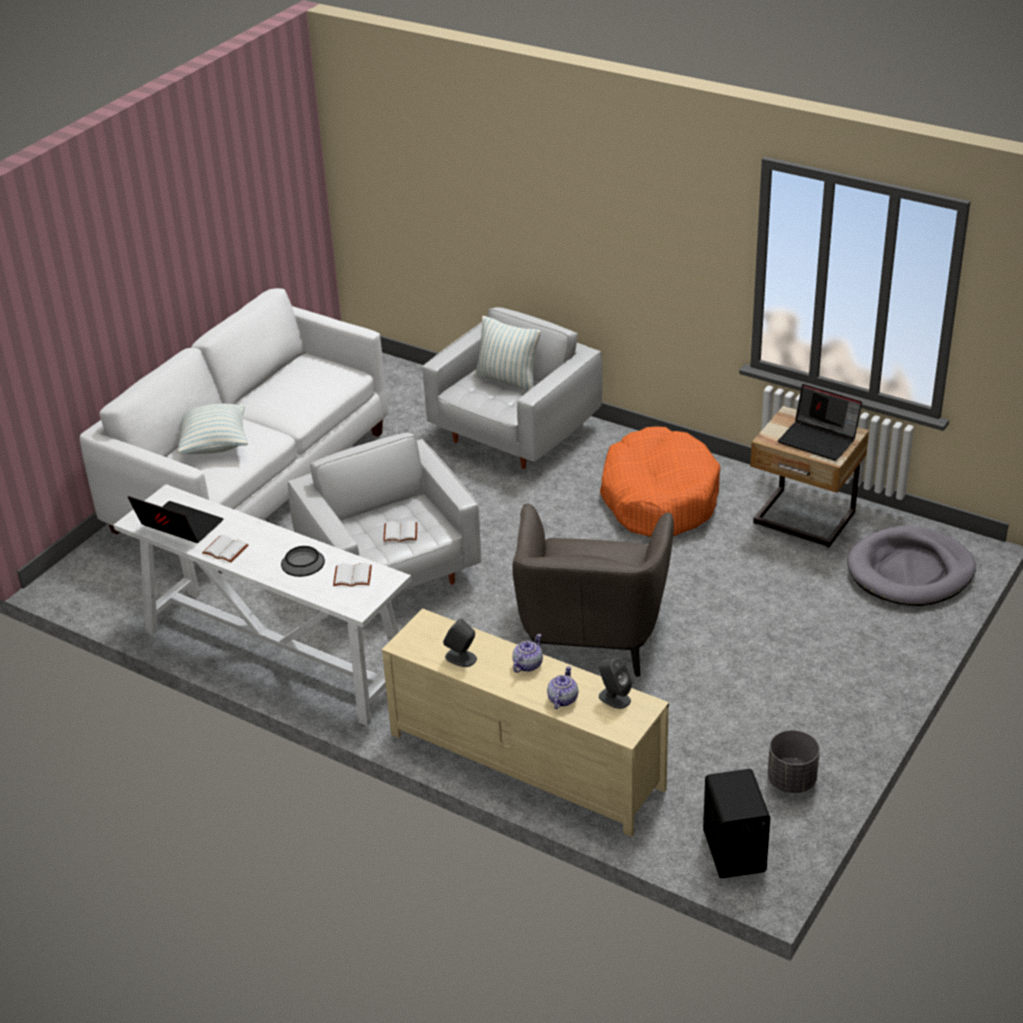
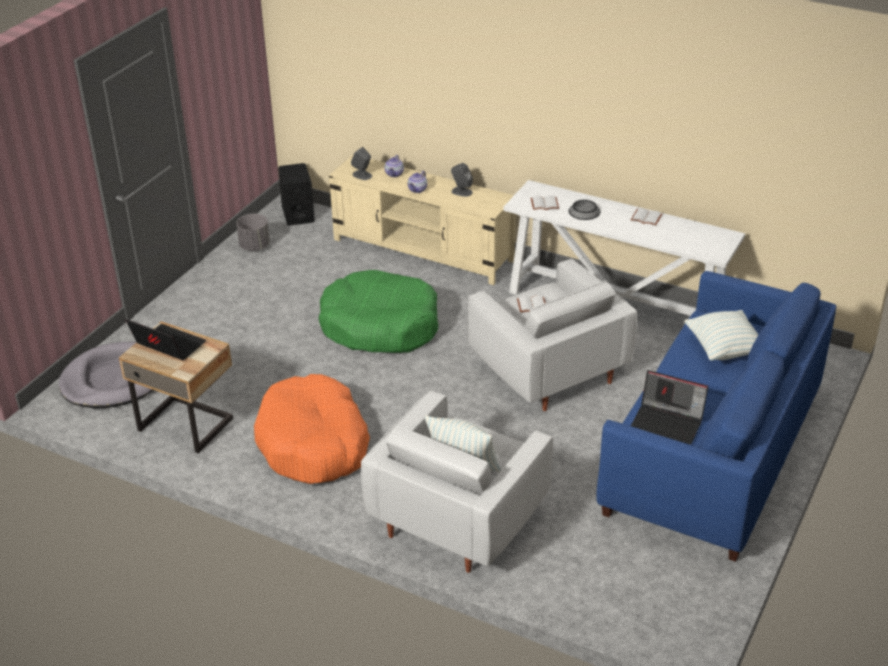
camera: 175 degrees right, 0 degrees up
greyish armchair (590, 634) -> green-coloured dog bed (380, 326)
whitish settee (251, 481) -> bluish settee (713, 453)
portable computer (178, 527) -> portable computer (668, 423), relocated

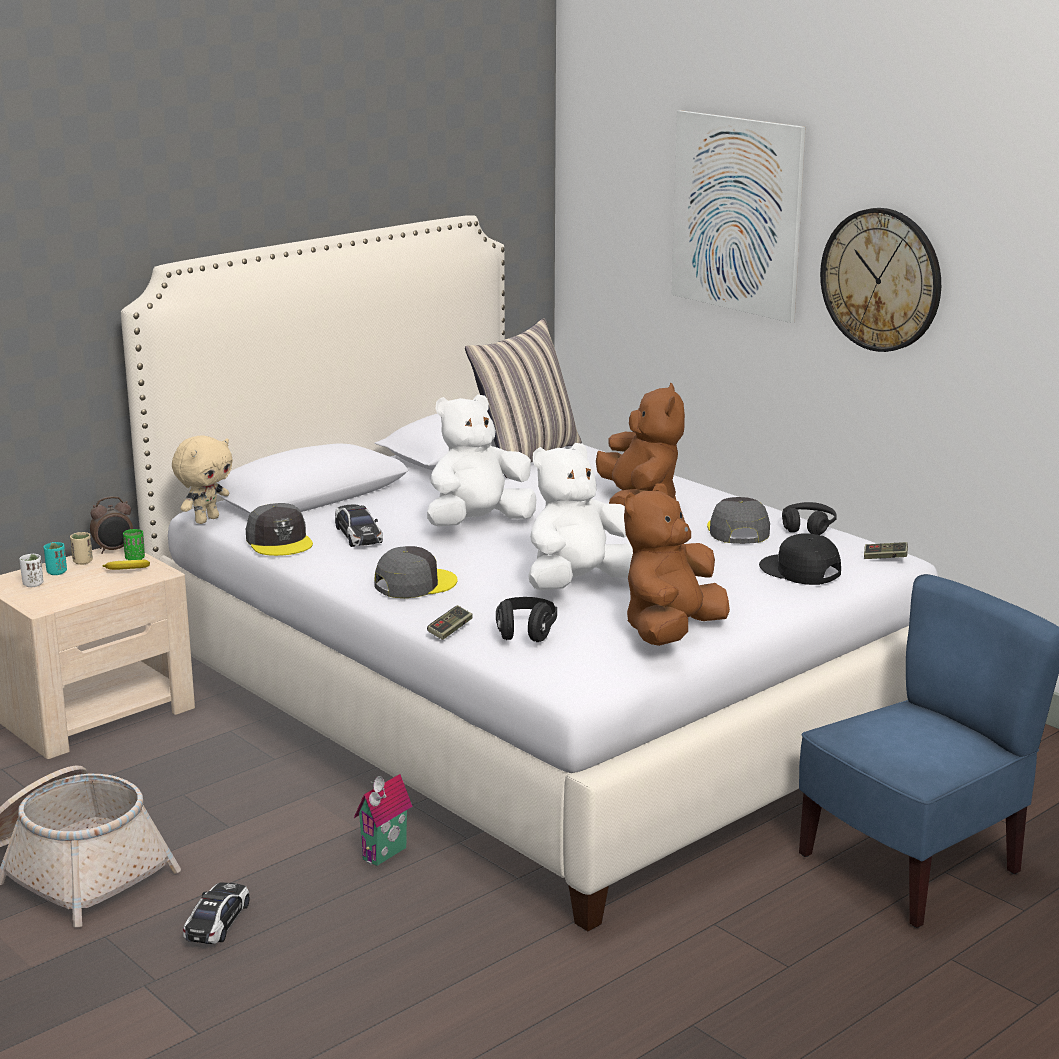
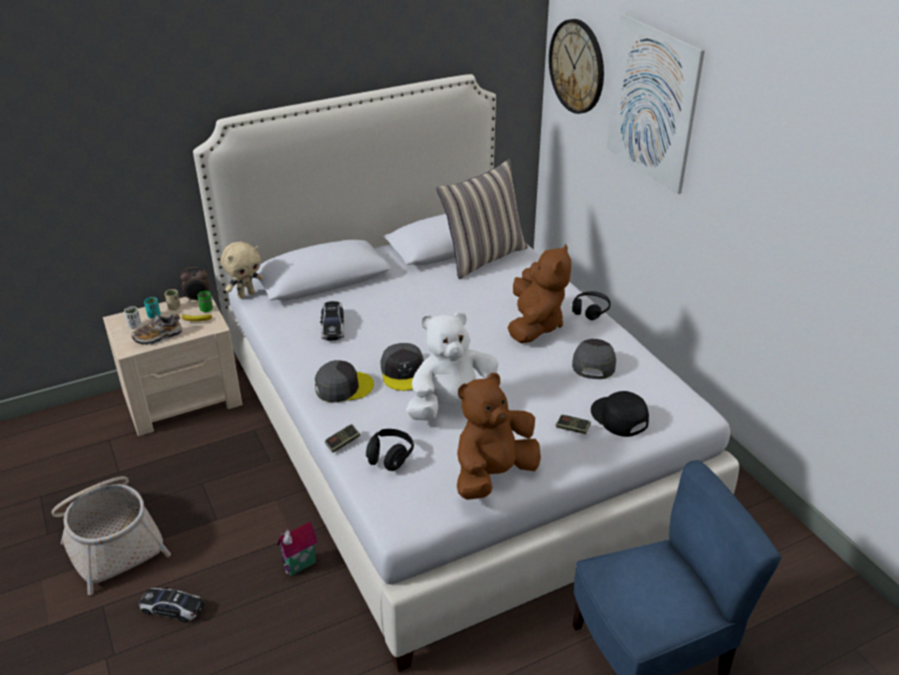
camera: 15 degrees right, 15 degrees up
none -> shoe (158, 337)
toy car (217, 923) -> toy car (172, 608), 105 degrees counterclockwise
greyish baseball cap (279, 541) -> greyish baseball cap (403, 372), relocated
wall clock (881, 279) -> wall clock (577, 66), relocated
gamepad (885, 558) -> gamepad (572, 429), relocated
blackish headset (808, 527) -> blackish headset (590, 310), relocated
whitish cuddly toy (478, 524) -> none

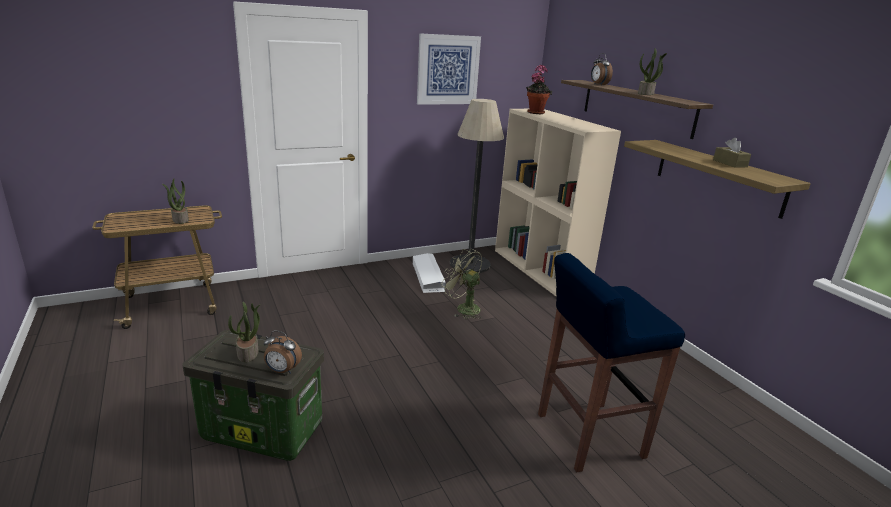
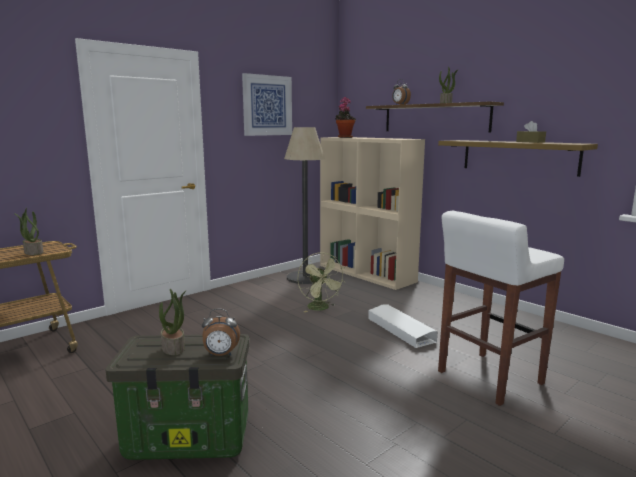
camera: 15 degrees left, 10 degrees down
green-coloured cooling fan (463, 308) -> green-coloured cooling fan (321, 308), 135 degrees counterclockwise
whitish storage box (428, 277) -> whitish storage box (400, 330), relocated
bluish stool (588, 436) -> whitish stool (488, 378)

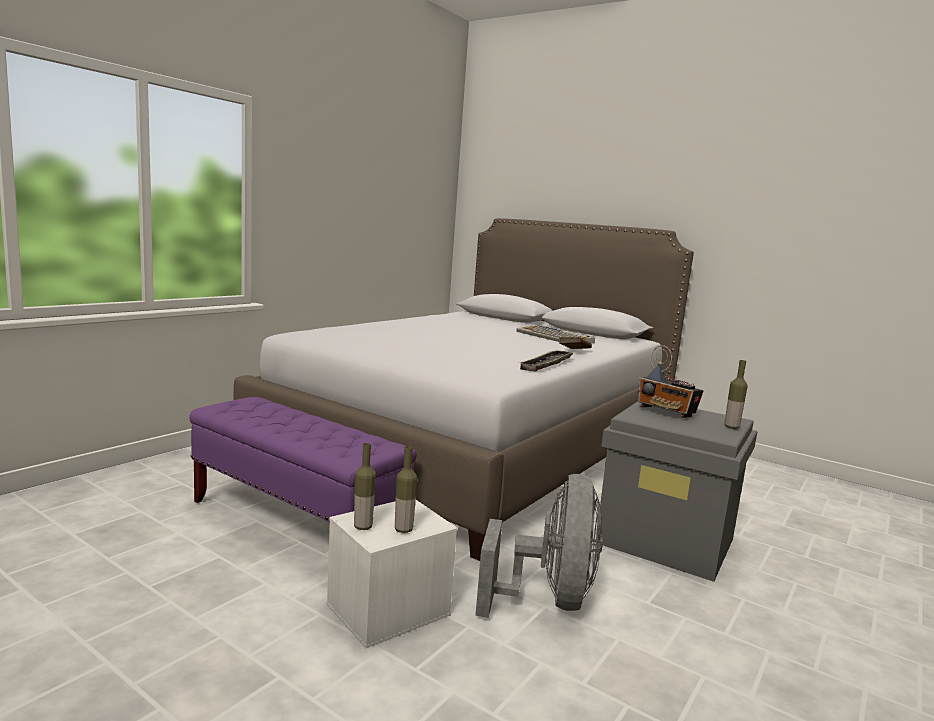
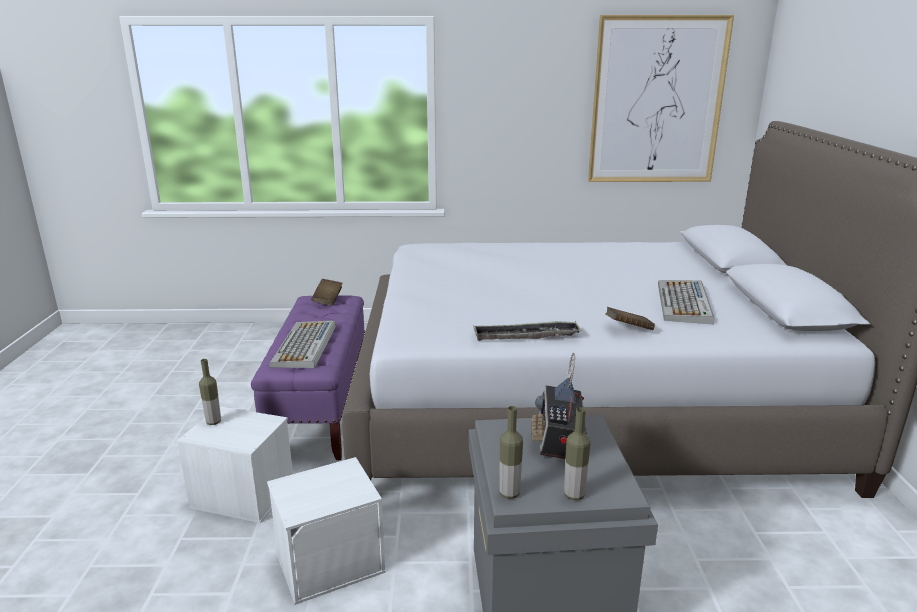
camera: 55 degrees right, 10 degrees up
greyish cooling fan (548, 599) -> whitish storage box (331, 561)
none -> computer keyboard (305, 346)
none -> brown-coloured book (328, 300)
drink bottle (403, 529) -> drink bottle (509, 493), relocated
none -> picture (657, 101)

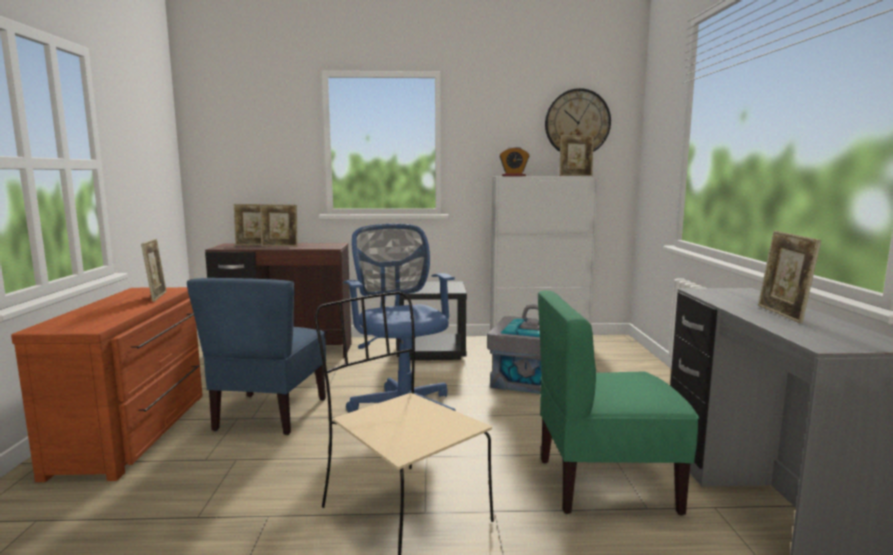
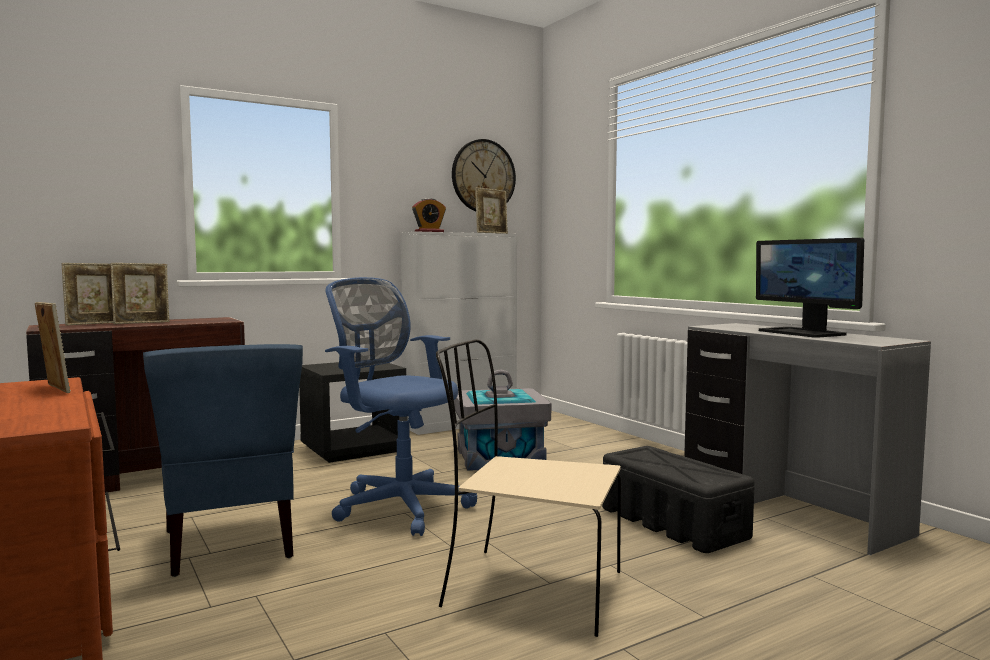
camera: 30 degrees left, 5 degrees down
green-coloured plain chair (605, 484) -> blackish storage box (672, 522)
picture frame (782, 314) -> computer display (803, 333)

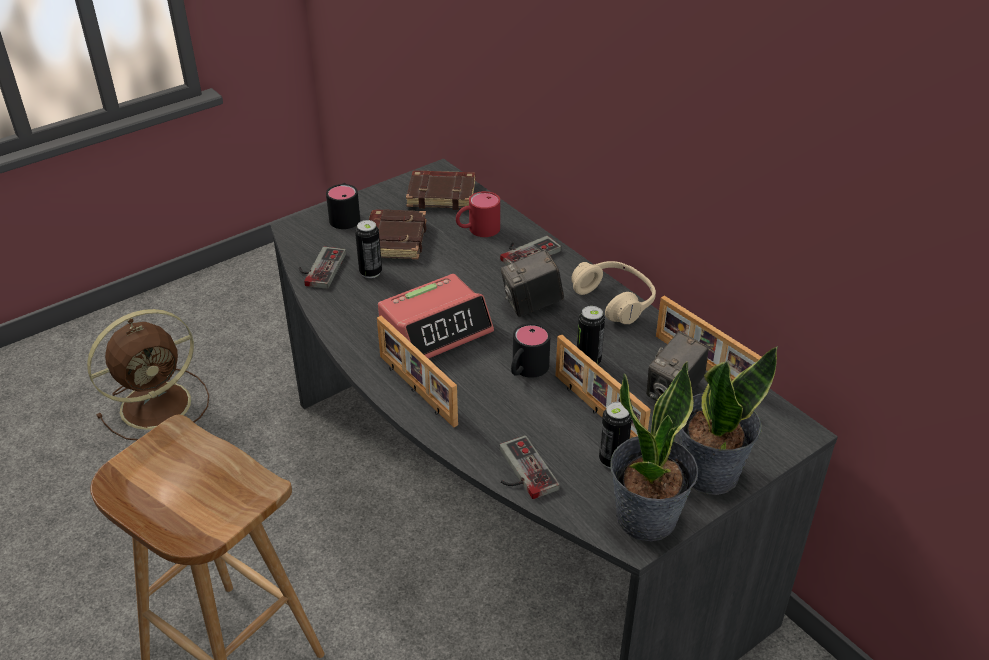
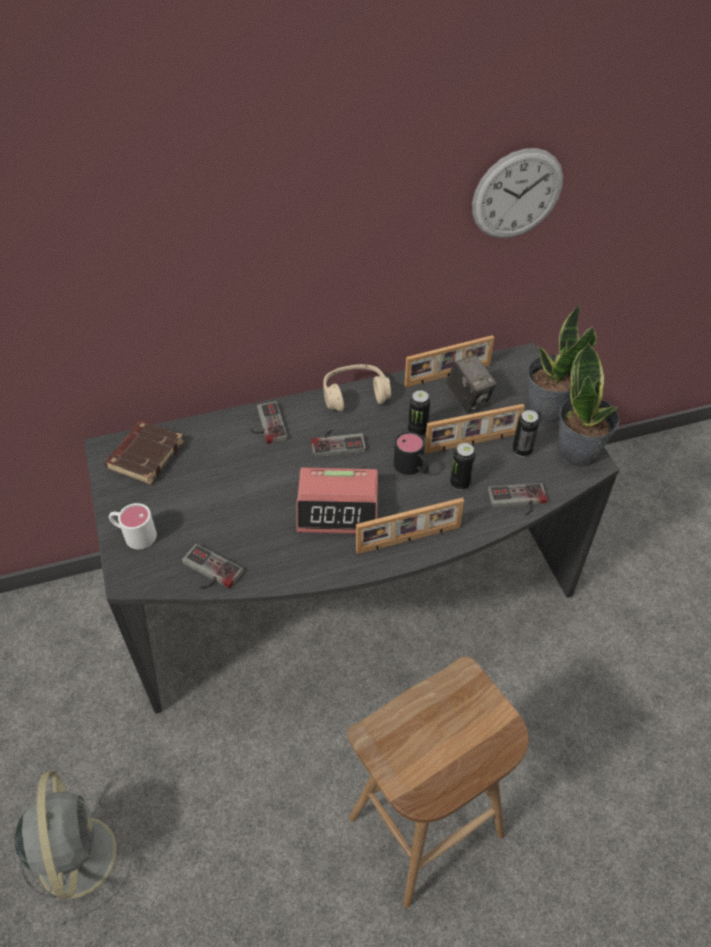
camera: 70 degrees left, 10 degrees up
brown-coloured cooling fan (159, 404) -> greyish cooling fan (77, 852)
blackish tea mug (345, 216) -> whitish tea mug (134, 534)
alarm clock (436, 329) -> alarm clock (338, 508), 105 degrees clockwise
photo camera (532, 305) -> gamepad (337, 442)
can (370, 272) -> can (460, 483), relocated
none -> wall clock (517, 194)
brown-coloured book (393, 239) -> none
reddish tea mug (477, 230) -> none

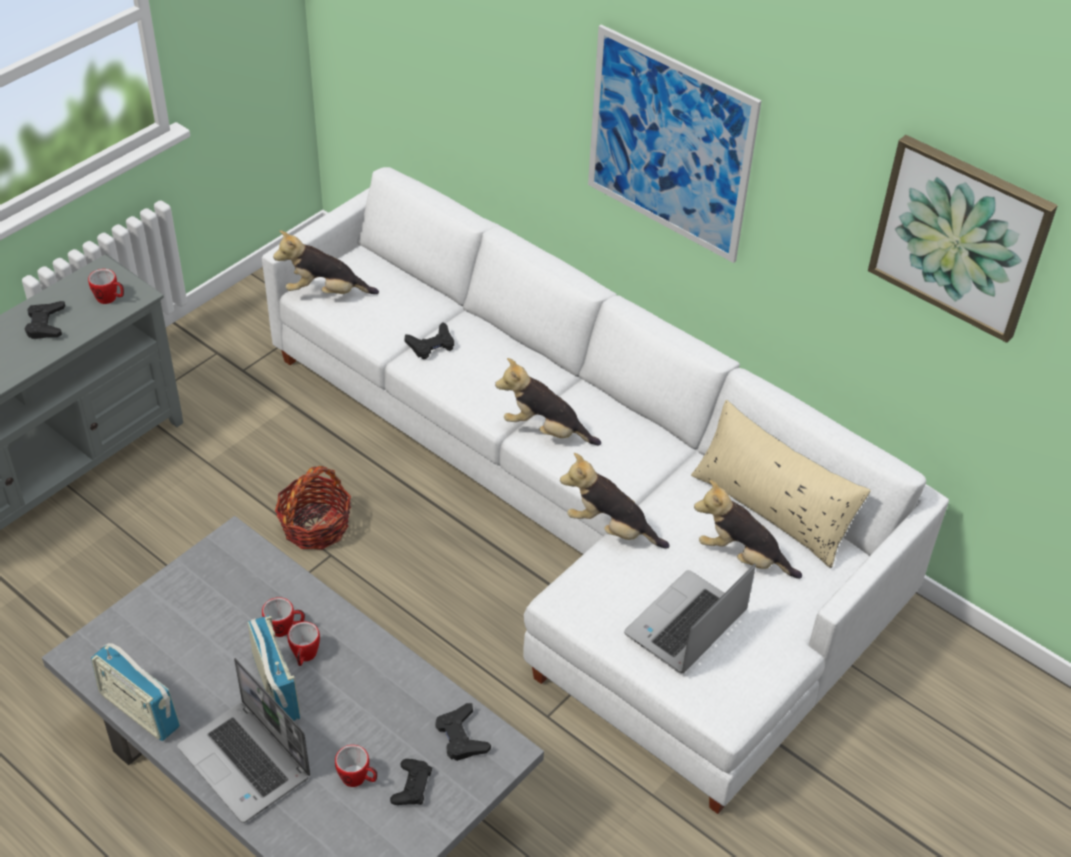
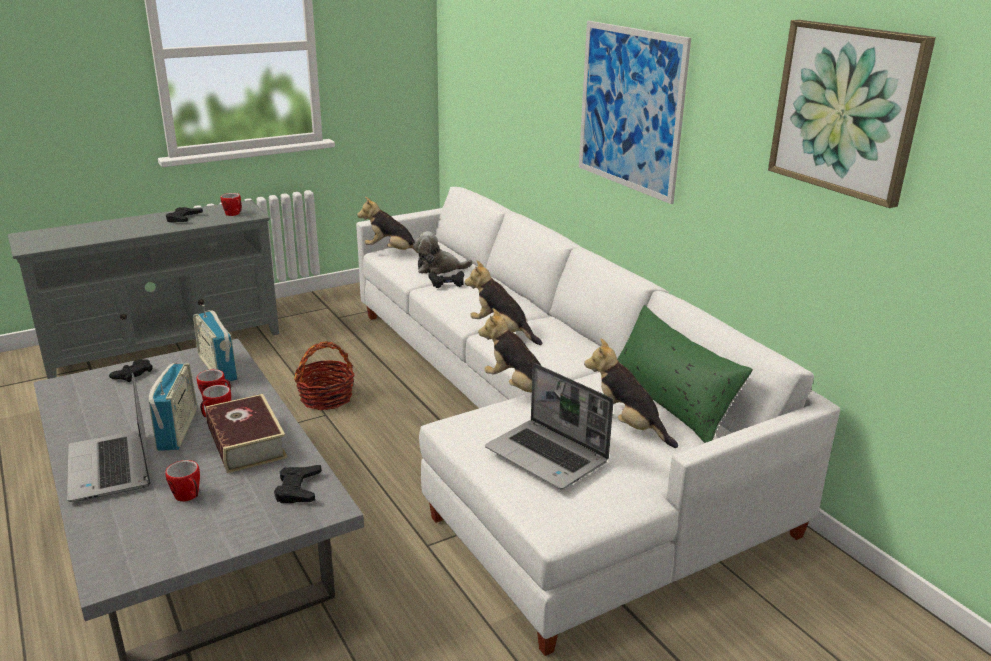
camera: 20 degrees right, 20 degrees down
blackish gamepad (411, 786) -> blackish gamepad (132, 374), relocated
radio receiver (139, 710) -> radio receiver (218, 368), relocated
none -> book (246, 443)
none -> cuddly toy (439, 268)
portable computer (686, 625) -> portable computer (548, 456), 105 degrees counterclockwise
beige pillow (772, 508) -> green-coloured pillow (670, 402)

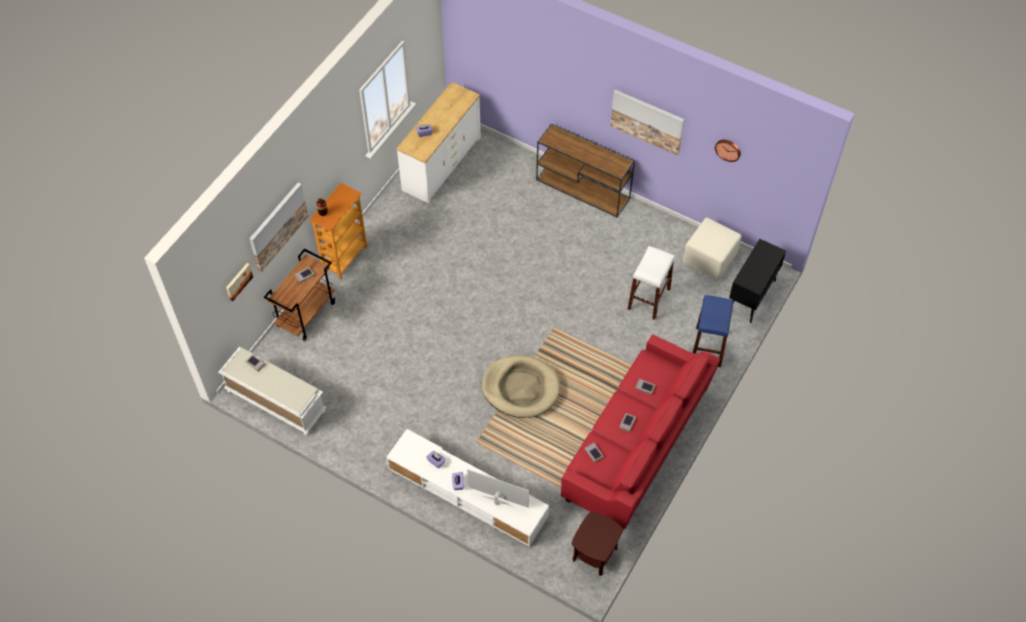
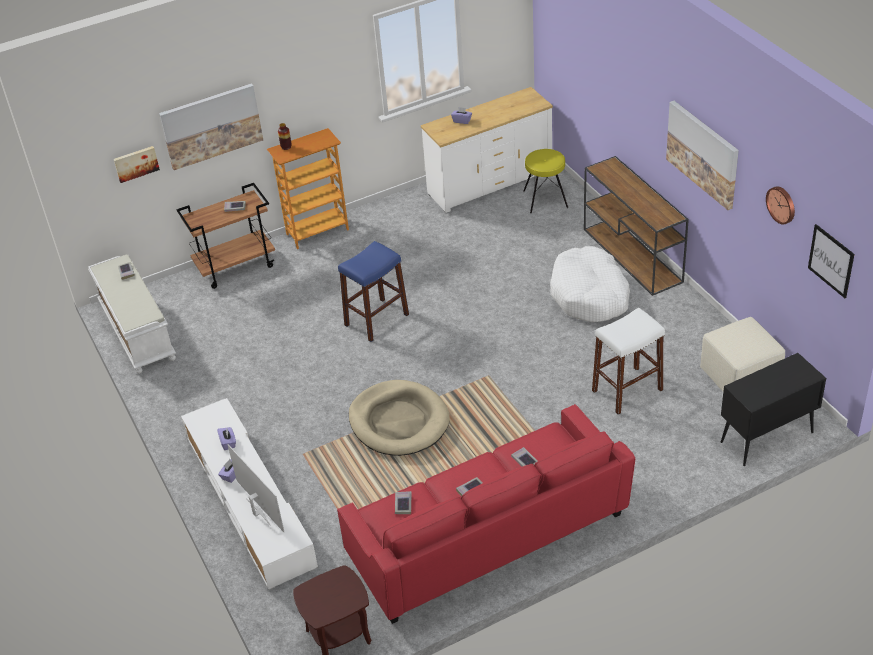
camera: 35 degrees right, 15 degrees down
bluish stool (708, 346) -> bluish stool (377, 320), relocated
none -> yellow-coloured stool (545, 199)
none -> whitish dog bed (590, 295)
none -> picture (831, 260)

